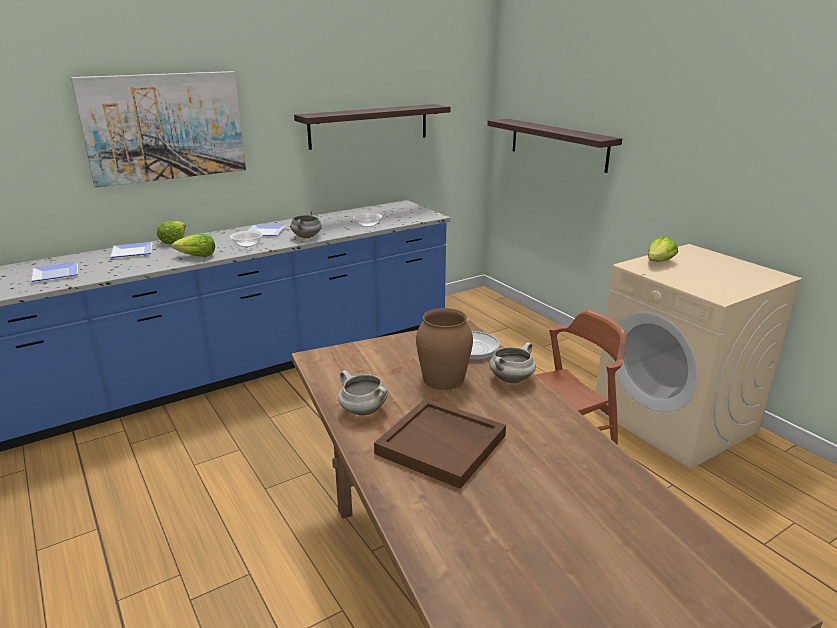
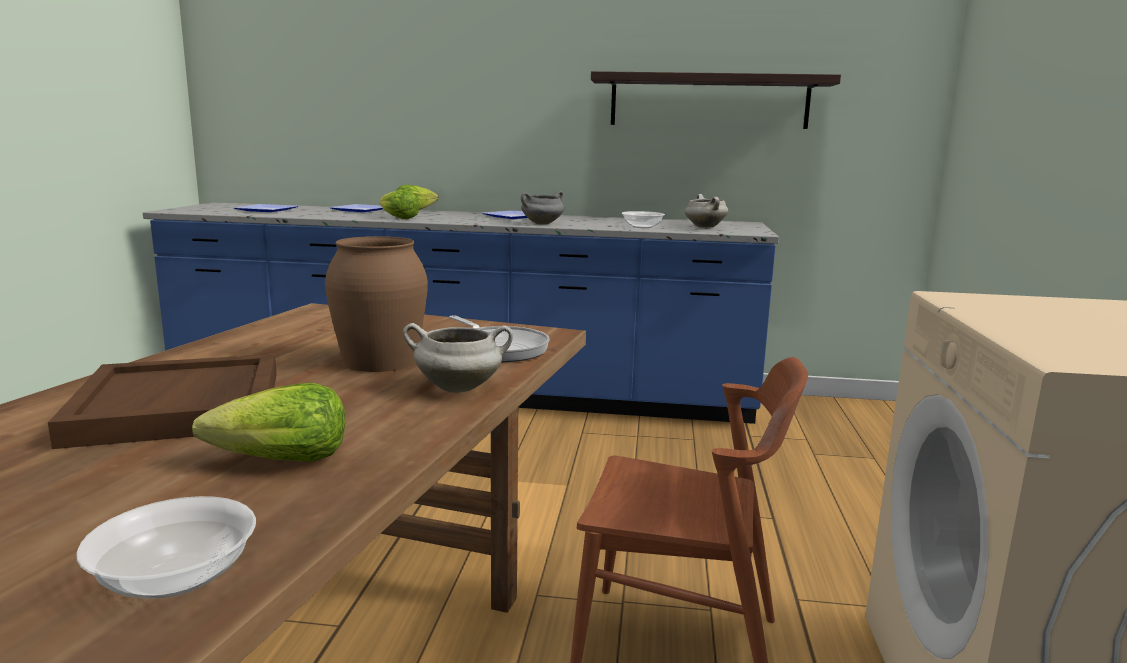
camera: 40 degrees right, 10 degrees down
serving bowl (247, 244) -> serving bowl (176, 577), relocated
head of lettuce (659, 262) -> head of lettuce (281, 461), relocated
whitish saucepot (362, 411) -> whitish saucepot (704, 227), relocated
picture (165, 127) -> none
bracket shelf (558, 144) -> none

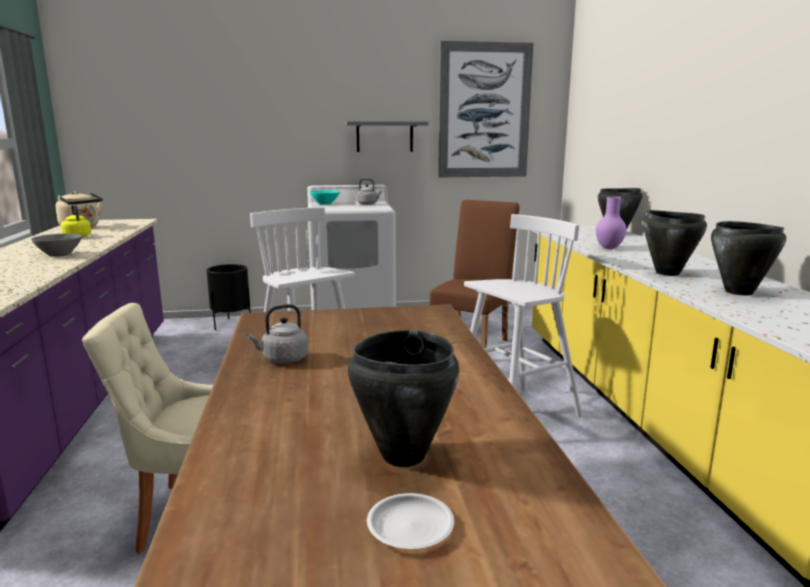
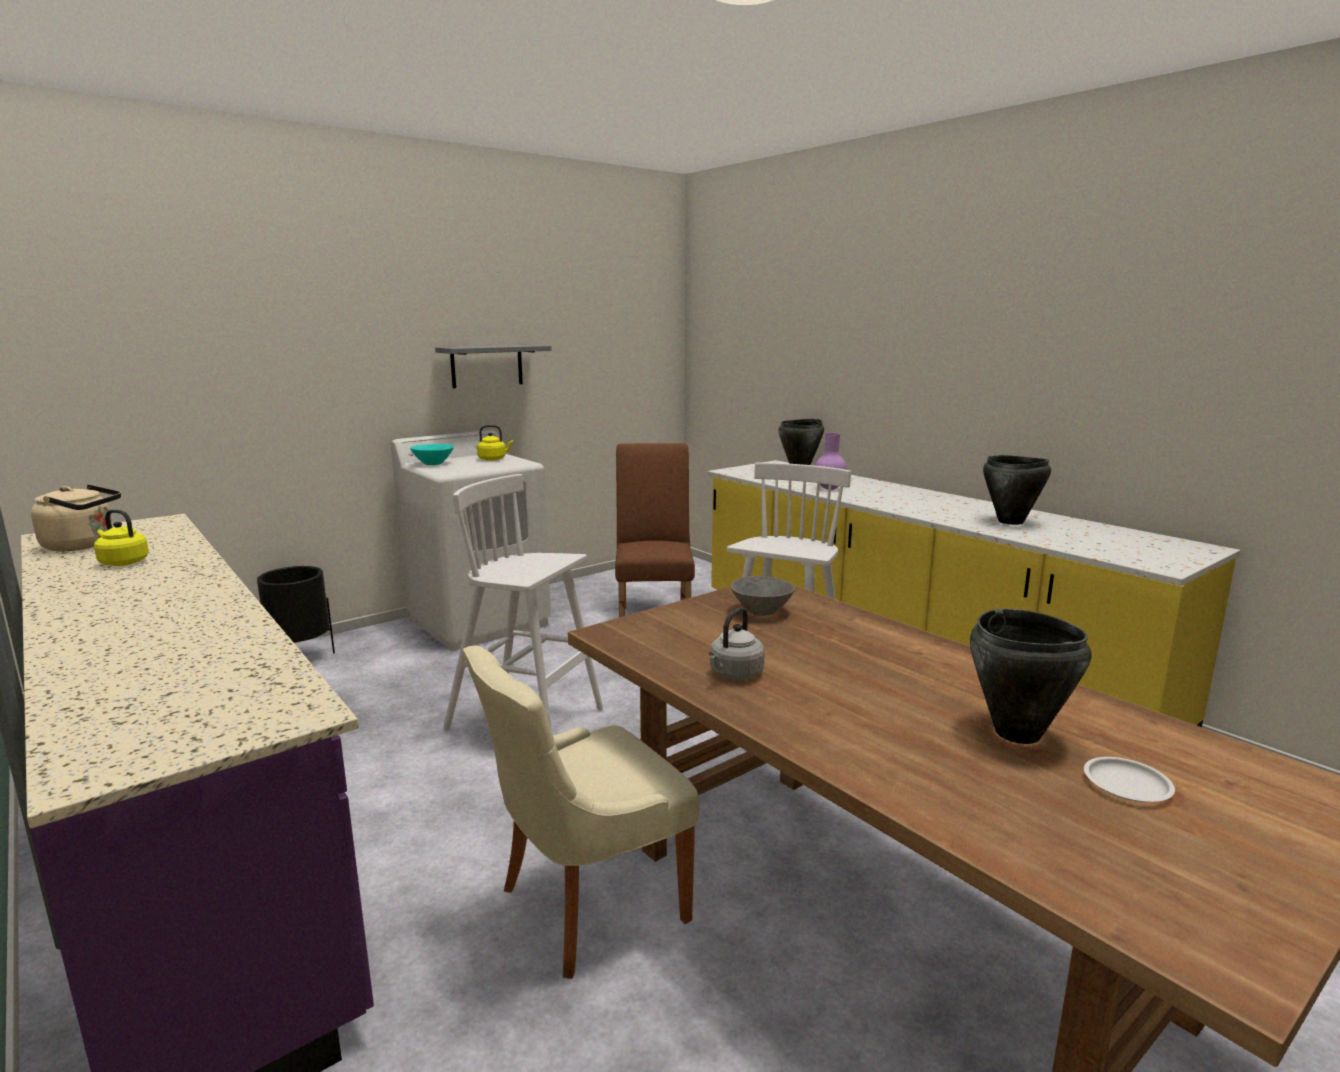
camera: 30 degrees left, 0 degrees up
greyish tea kettle (368, 204) -> yellow-coloured tea kettle (493, 459)
greyish serving bowl (60, 255) -> greyish serving bowl (762, 611), relocated
picture (484, 111) -> none
blackish saucepot (667, 273) -> none

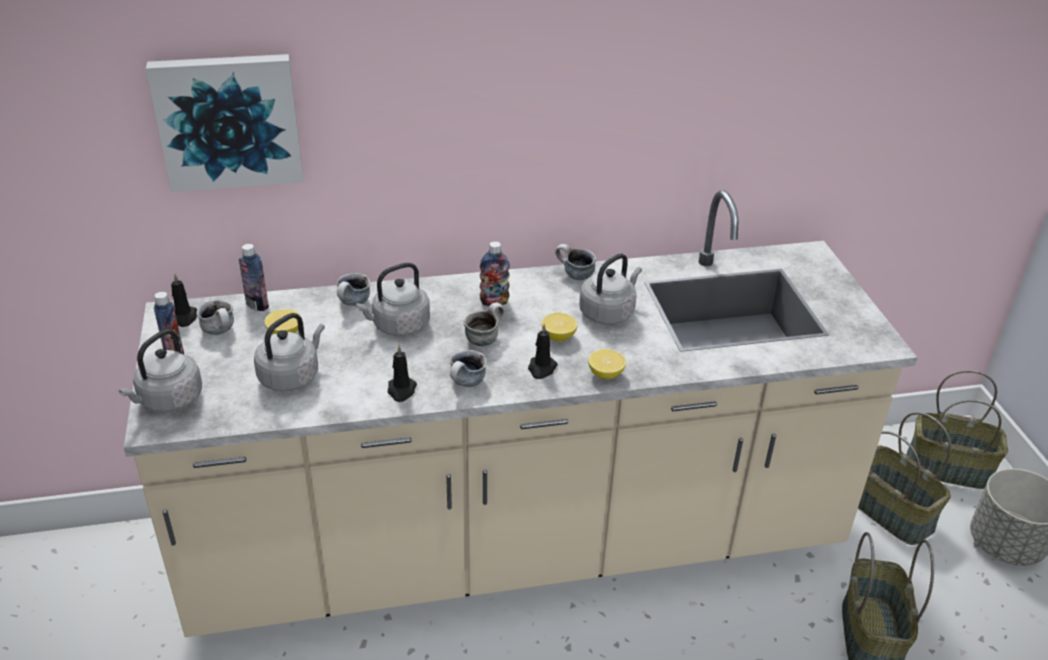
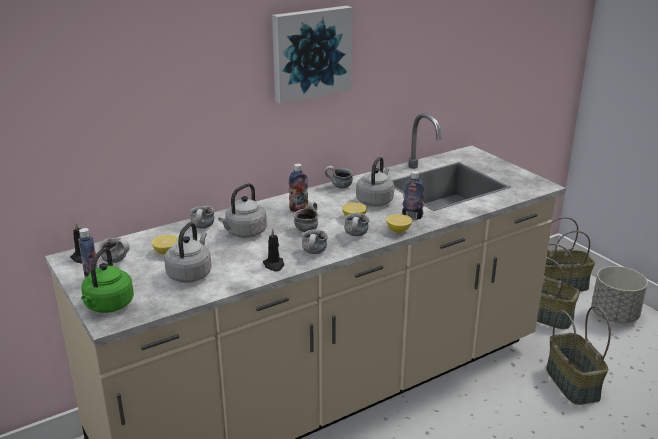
camera: 20 degrees left, 10 degrees down
greyish tea kettle (168, 400) -> green-coloured tea kettle (108, 306)
picture (228, 120) -> picture (310, 53), relocated
blackish wax candle (541, 369) -> tea mug (356, 235)
drink bottle (257, 305) -> drink bottle (412, 217), relocated

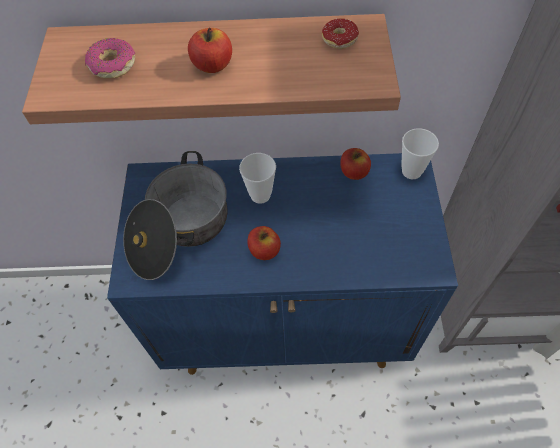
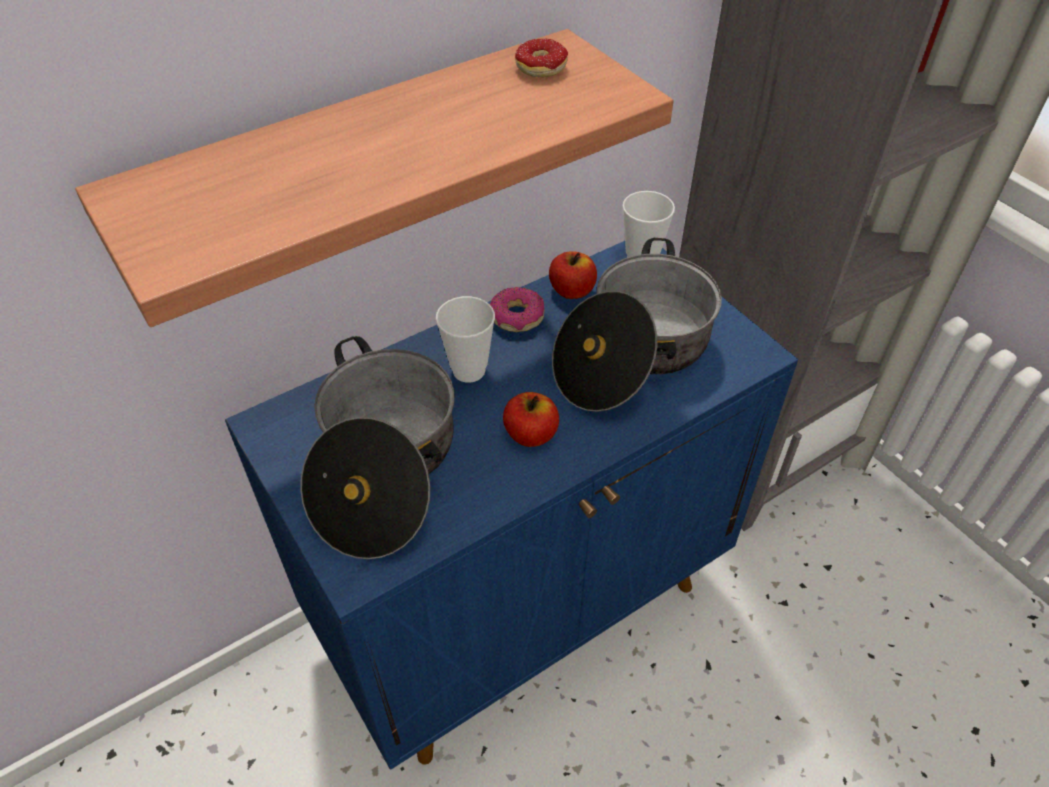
camera: 35 degrees left, 10 degrees down
doughnut (112, 65) -> doughnut (516, 317), relocated
none -> saucepot (633, 354)
apple fruit (212, 65) -> none

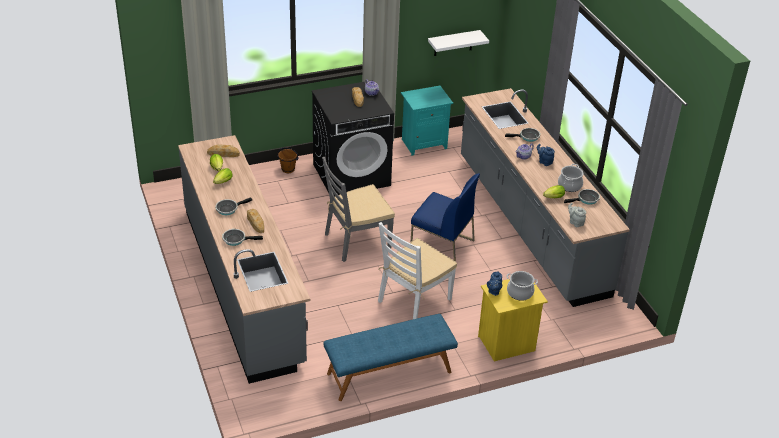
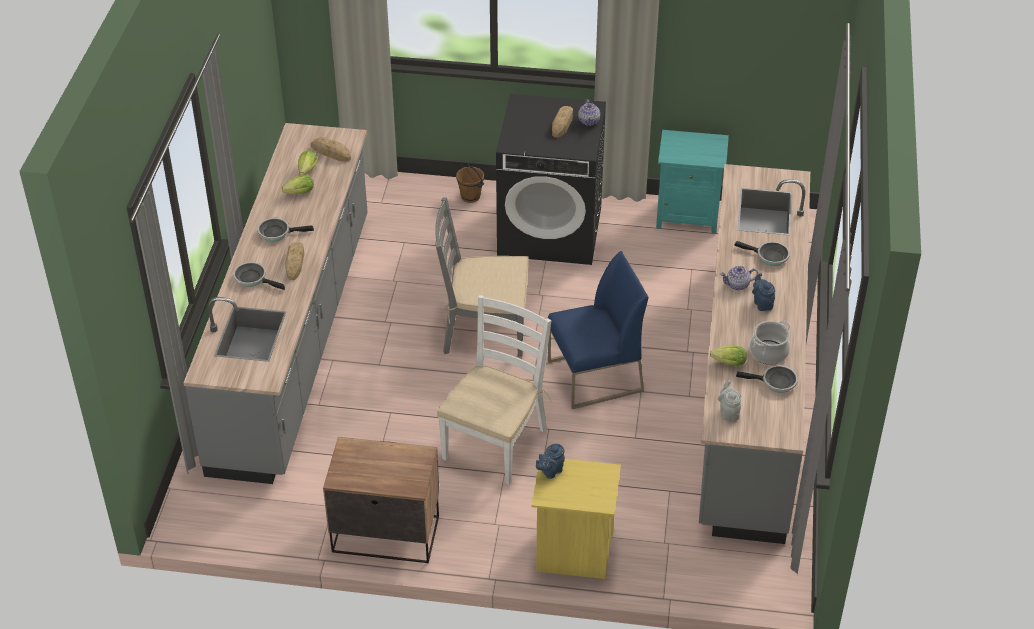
camera: 30 degrees right, 5 degrees up
bluish bench (389, 373) -> nightstand (385, 532)
whitish plain chair (414, 300) -> whitish plain chair (495, 443), 135 degrees clockwise
bluish plain chair (441, 245) -> bluish plain chair (594, 377), 75 degrees counterclockwise
whitish bracket shelf (453, 43) -> none
saucepot (520, 293) -> none

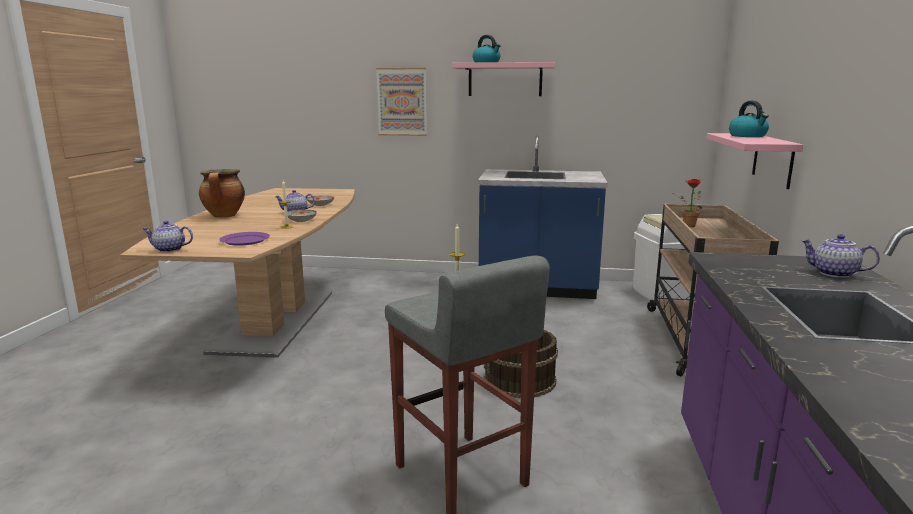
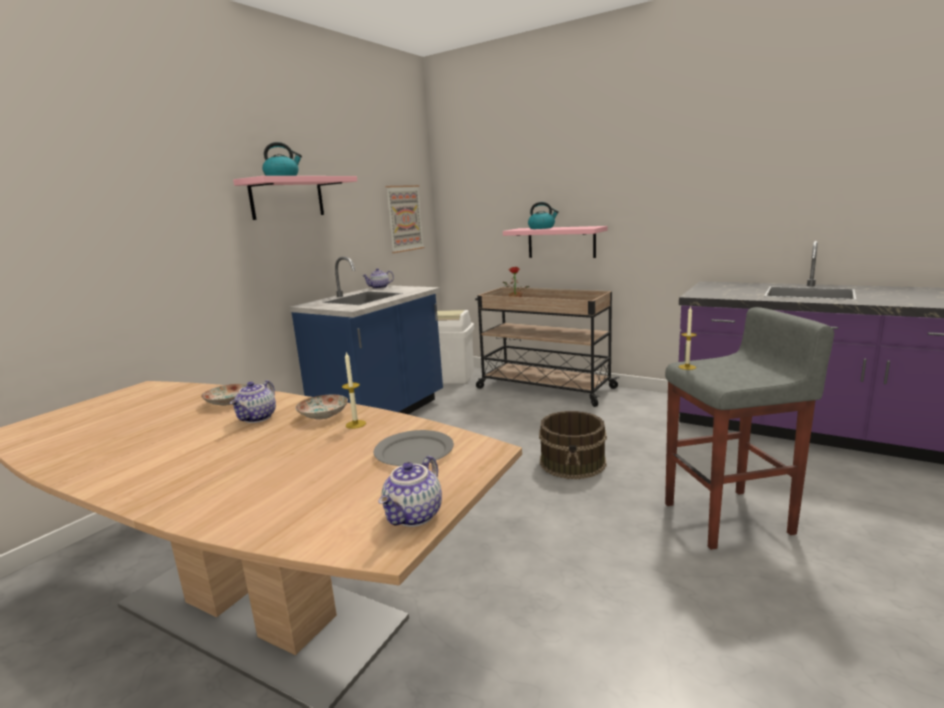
camera: 65 degrees left, 0 degrees up
teapot (834, 274) -> teapot (379, 287), relocated
purplish dinner plate (244, 241) -> greyish dinner plate (414, 452)
picture (402, 102) -> picture (404, 218), relocated
saucepot (224, 216) -> none

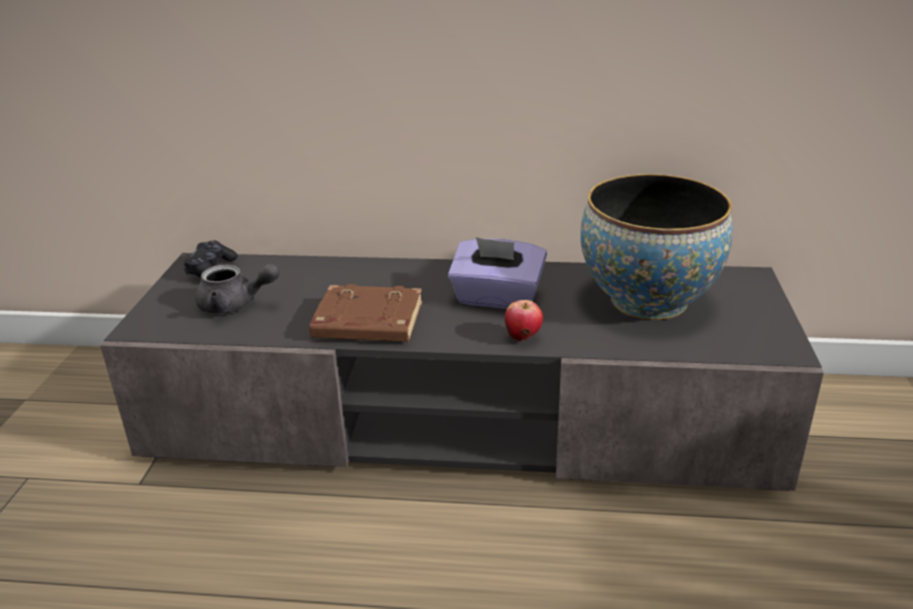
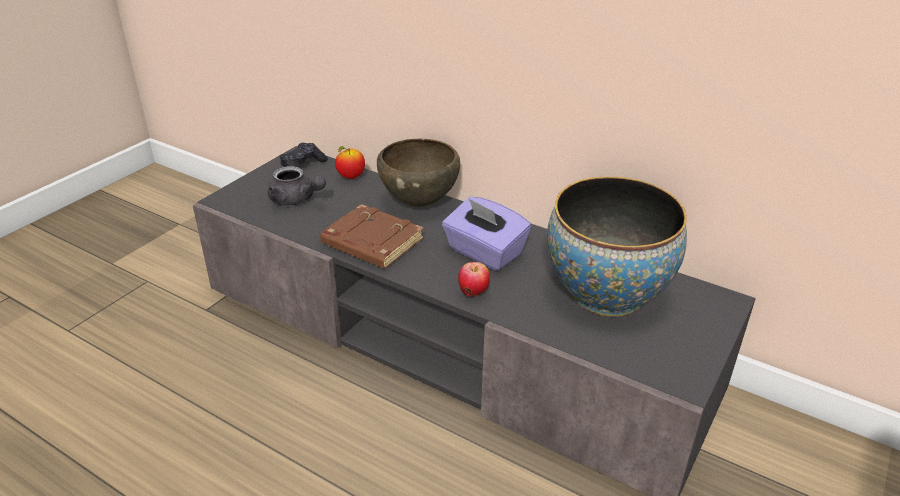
camera: 25 degrees right, 5 degrees up
none -> apple fruit (351, 176)
none -> brown-coloured serving bowl (420, 202)

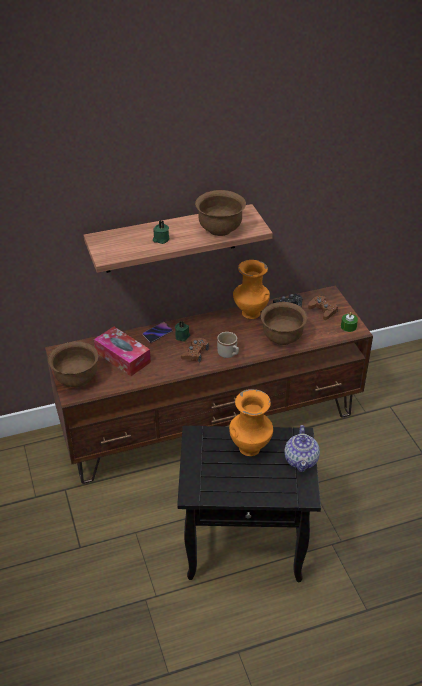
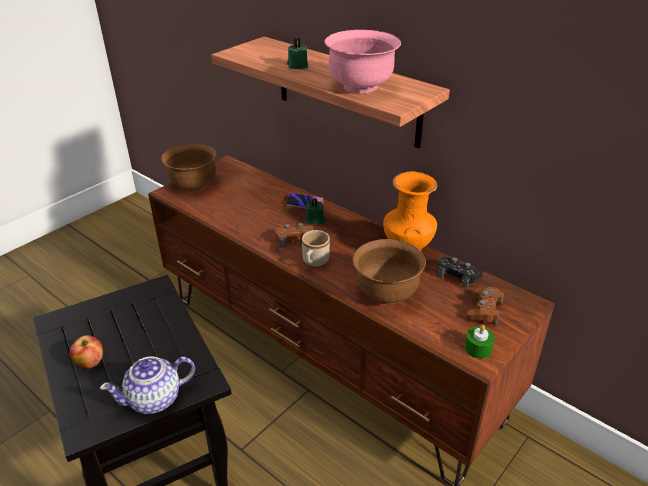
camera: 60 degrees right, 5 degrees down
none -> apple fruit (90, 363)
brown-coloured serving bowl (220, 229) -> pink-coloured serving bowl (361, 86)
tissue box (122, 357) -> none
orangey vase (250, 447) -> none

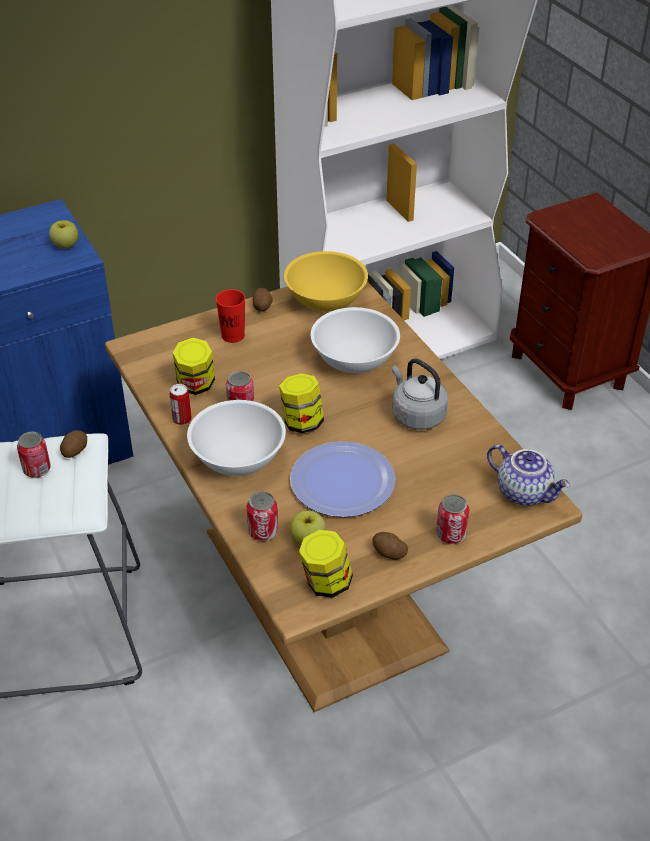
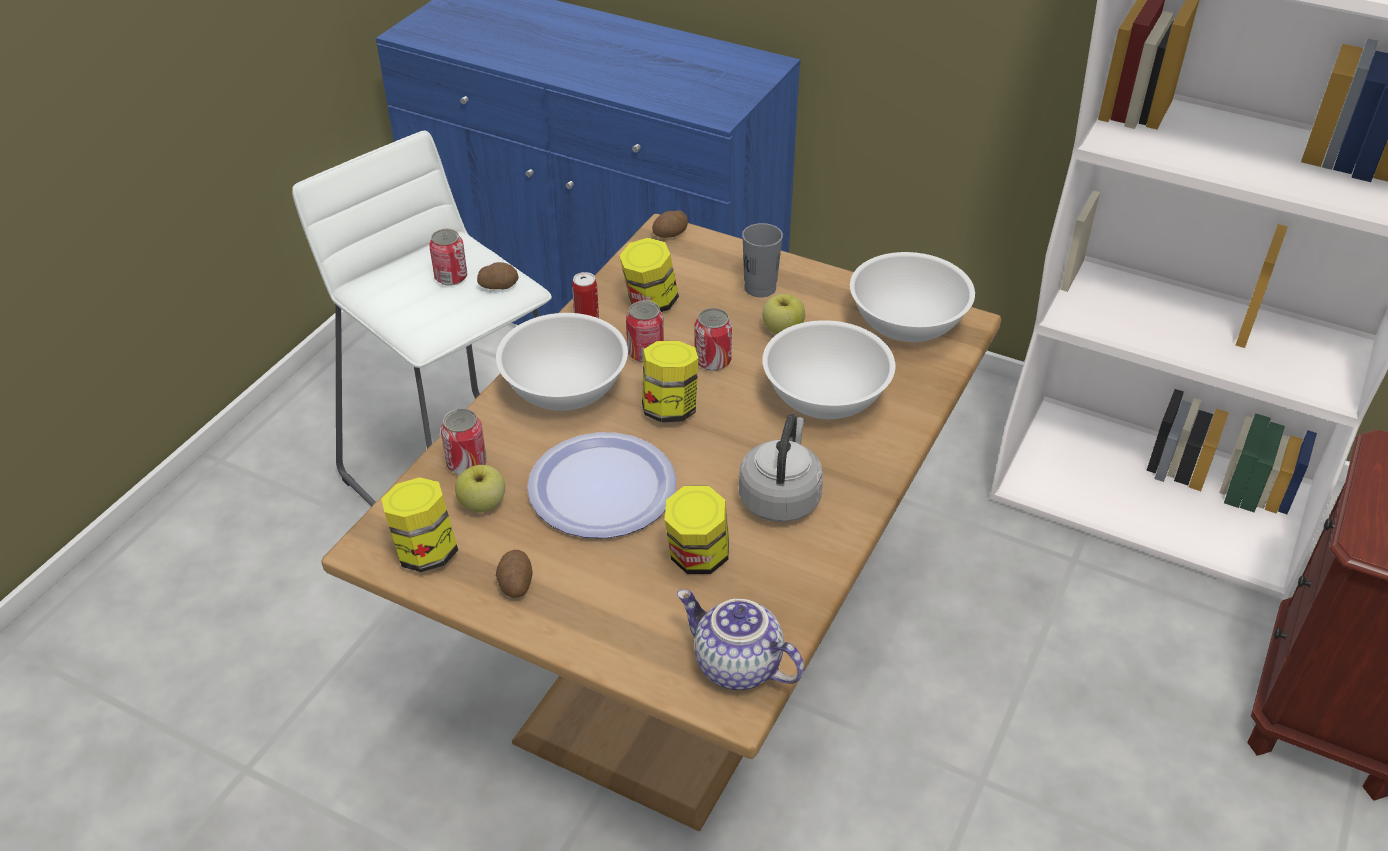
camera: 55 degrees right, 0 degrees up
spud (262, 306) -> spud (671, 234), relocated
none -> preserve jar (697, 558)
teapot (525, 492) -> teapot (735, 666), 120 degrees clockwise
can (451, 534) -> can (712, 361), relocated
reddish drinking cup (233, 336) -> greyish drinking cup (760, 288)
apple fruit (65, 245) -> apple fruit (782, 330), relocated
yellow-coloured serving bowl (326, 300) -> whitish serving bowl (906, 324)

